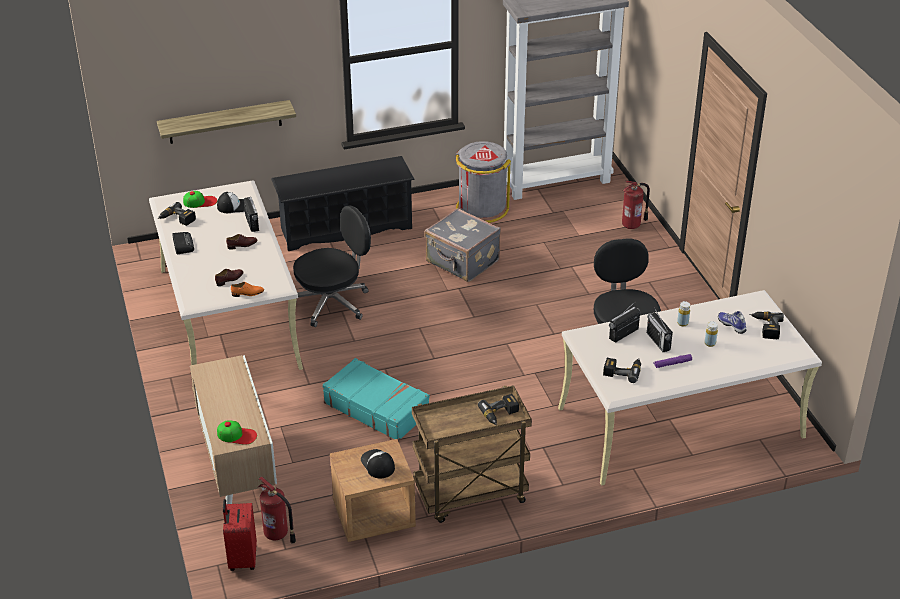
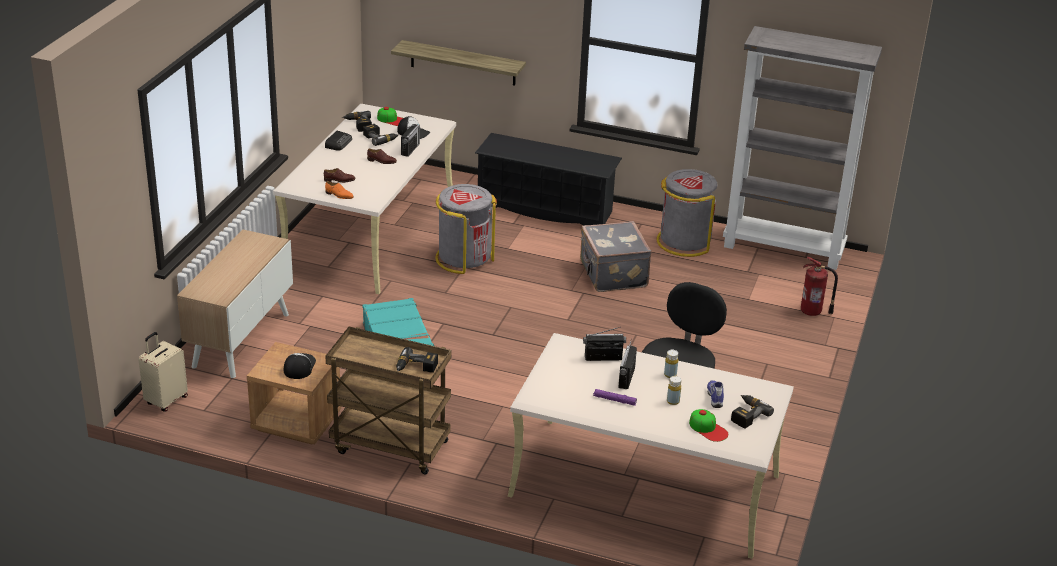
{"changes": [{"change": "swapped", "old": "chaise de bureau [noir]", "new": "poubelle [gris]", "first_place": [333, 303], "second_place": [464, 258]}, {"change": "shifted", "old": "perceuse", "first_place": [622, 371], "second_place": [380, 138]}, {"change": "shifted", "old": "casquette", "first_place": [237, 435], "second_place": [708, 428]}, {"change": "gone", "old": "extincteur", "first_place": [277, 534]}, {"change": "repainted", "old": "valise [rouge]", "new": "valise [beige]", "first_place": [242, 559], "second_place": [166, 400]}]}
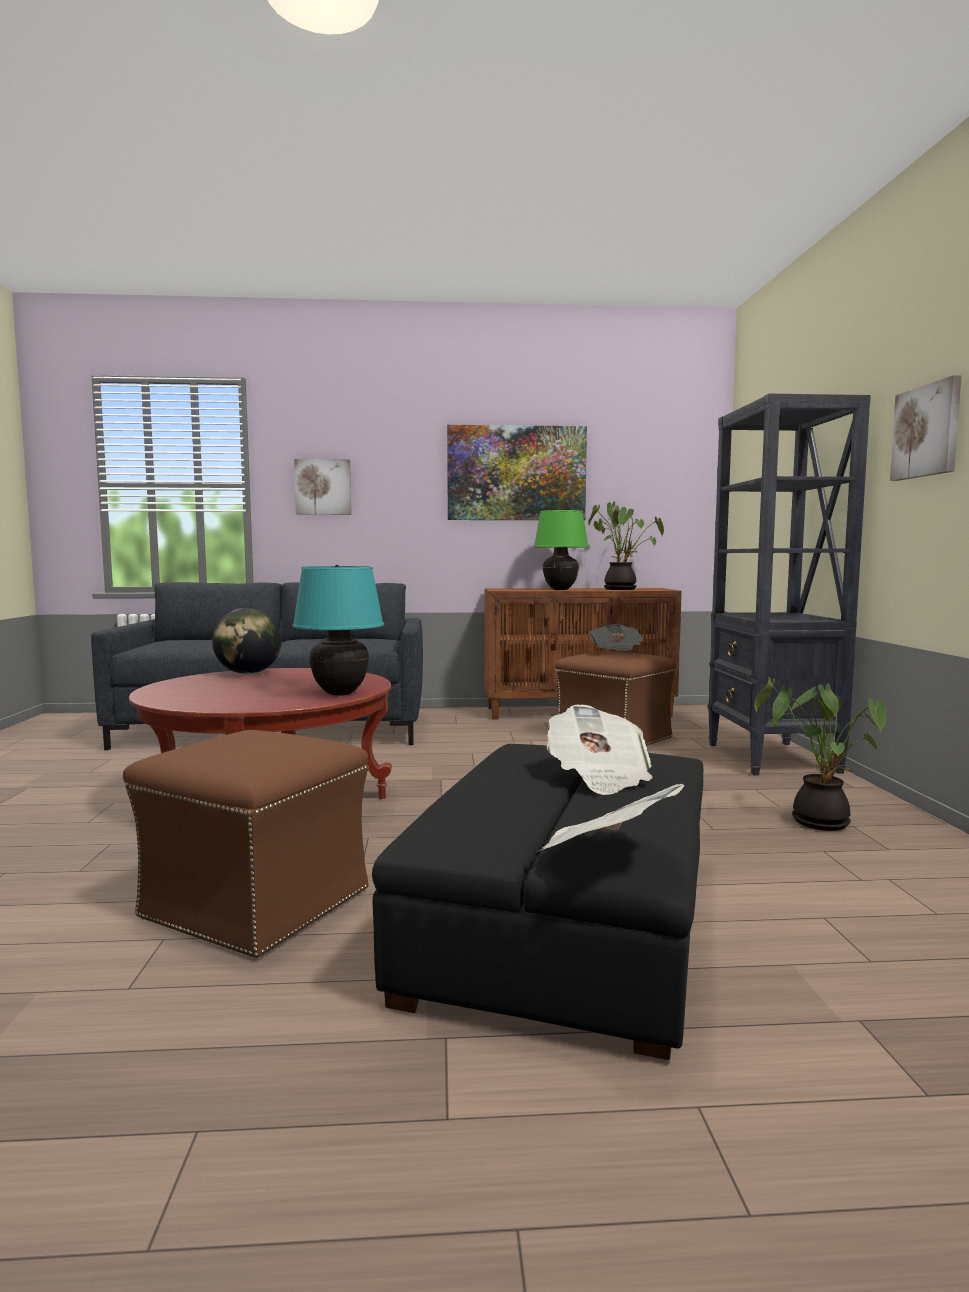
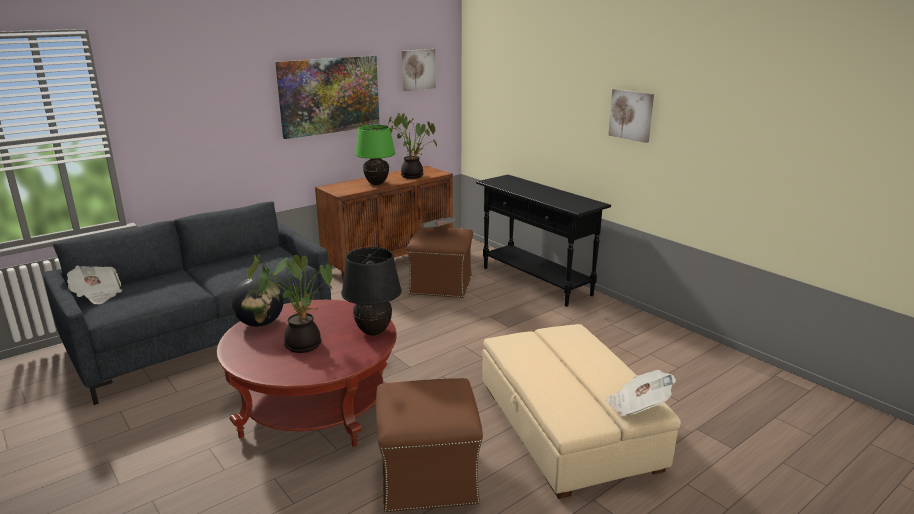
{"changes": [{"change": "swapped", "old": "bibliothèque [noir]", "new": "table console [noir]", "first_place": [772, 758], "second_place": [536, 281]}, {"change": "shifted", "old": "tableau", "first_place": [323, 487], "second_place": [418, 69]}, {"change": "repainted", "old": "lampe de table [turquoise]", "new": "lampe de table [noir]", "first_place": [339, 693], "second_place": [373, 332]}, {"change": "shifted", "old": "plante en pot", "first_place": [819, 821], "second_place": [302, 343]}, {"change": "shifted", "old": "journal", "first_place": [598, 777], "second_place": [97, 295]}, {"change": "repainted", "old": "pouf [noir]", "new": "pouf [beige]", "first_place": [568, 919], "second_place": [568, 425]}]}
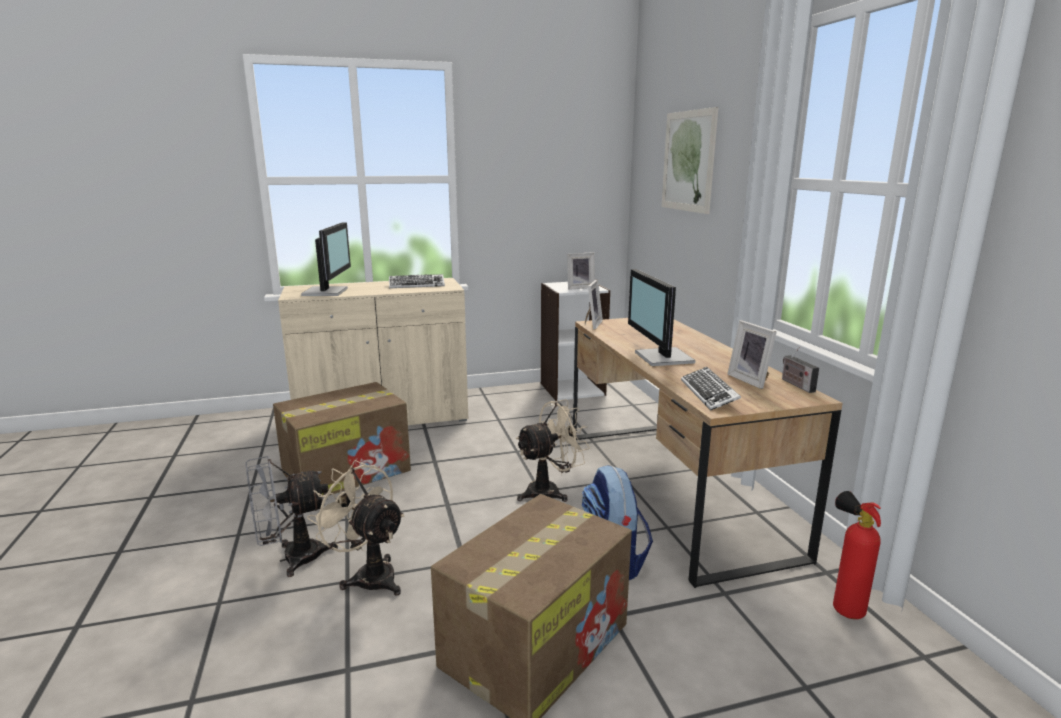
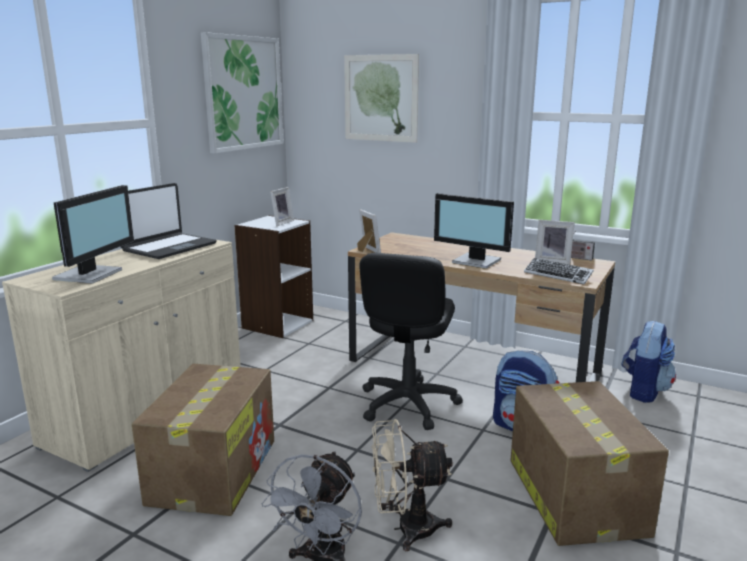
{"changes": [{"change": "rotated", "old": "écran d'ordinateur", "first_place": [327, 292], "second_place": [91, 274], "degrees": 60}, {"change": "swapped", "old": "clavier", "new": "ordinateur portable", "first_place": [416, 285], "second_place": [169, 247]}, {"change": "swapped", "old": "ventilateur [beige]", "new": "chaise de bureau [noir]", "first_place": [550, 491], "second_place": [407, 404]}, {"change": "swapped", "old": "extincteur", "new": "sac à dos", "first_place": [843, 607], "second_place": [644, 391]}, {"change": "new", "new": "tableau", "second_place": [243, 93]}]}
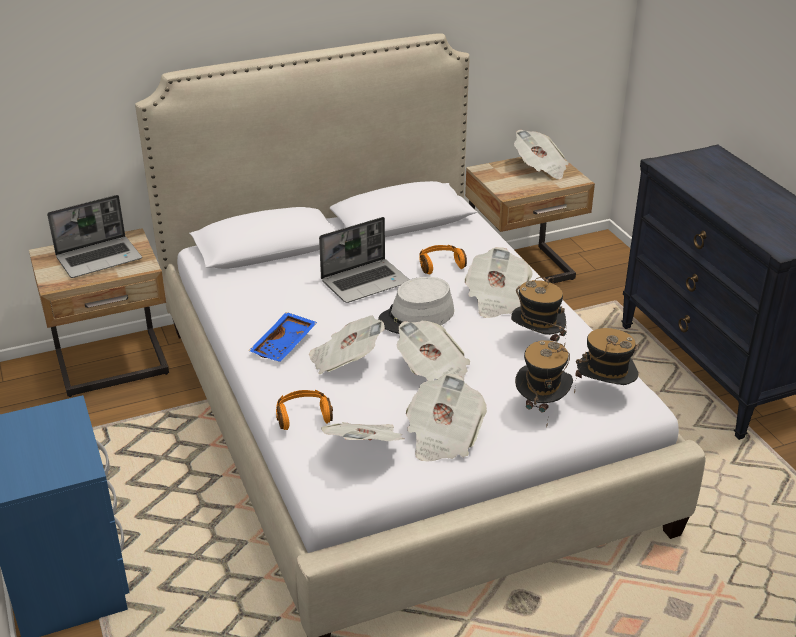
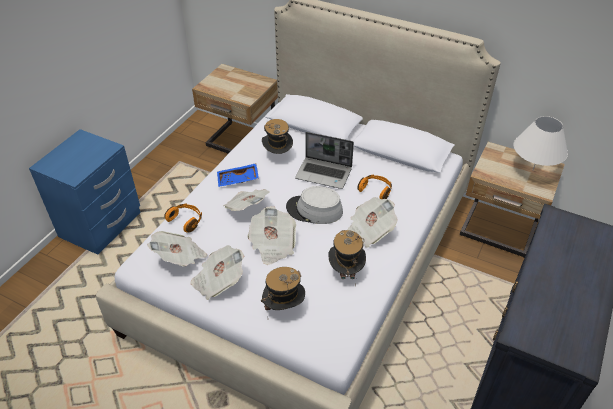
{"changes": [{"change": "swapped", "old": "journal", "new": "lampe de table [blanc]", "first_place": [540, 168], "second_place": [533, 170]}, {"change": "gone", "old": "ordinateur portable", "first_place": [100, 258]}, {"change": "shifted", "old": "chapeau", "first_place": [604, 393], "second_place": [277, 155]}]}
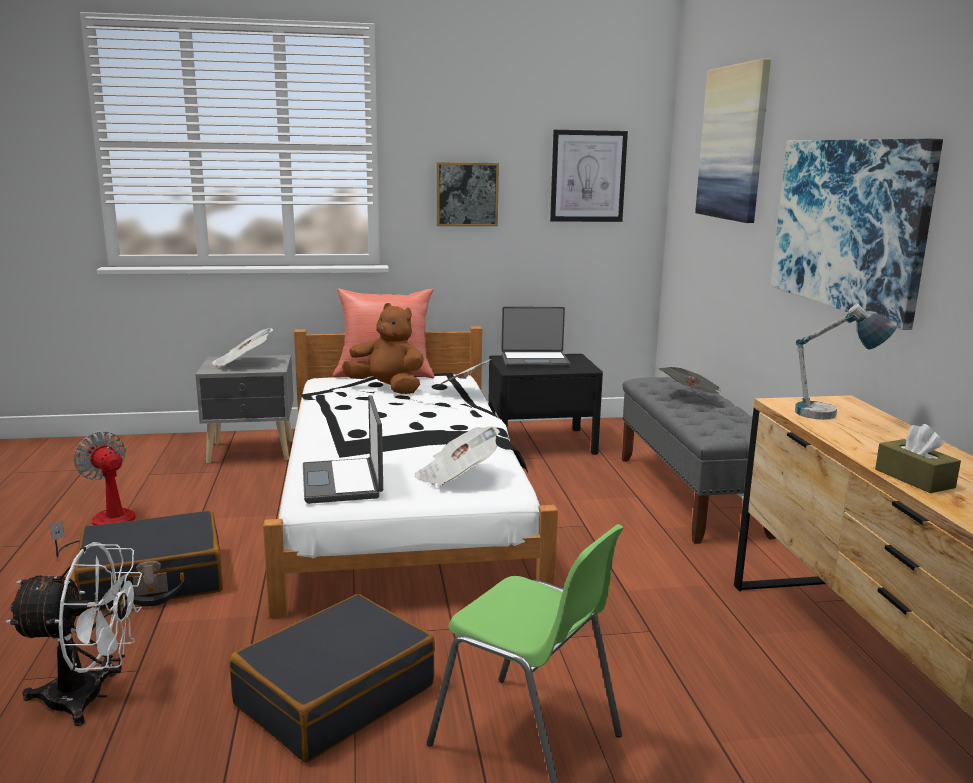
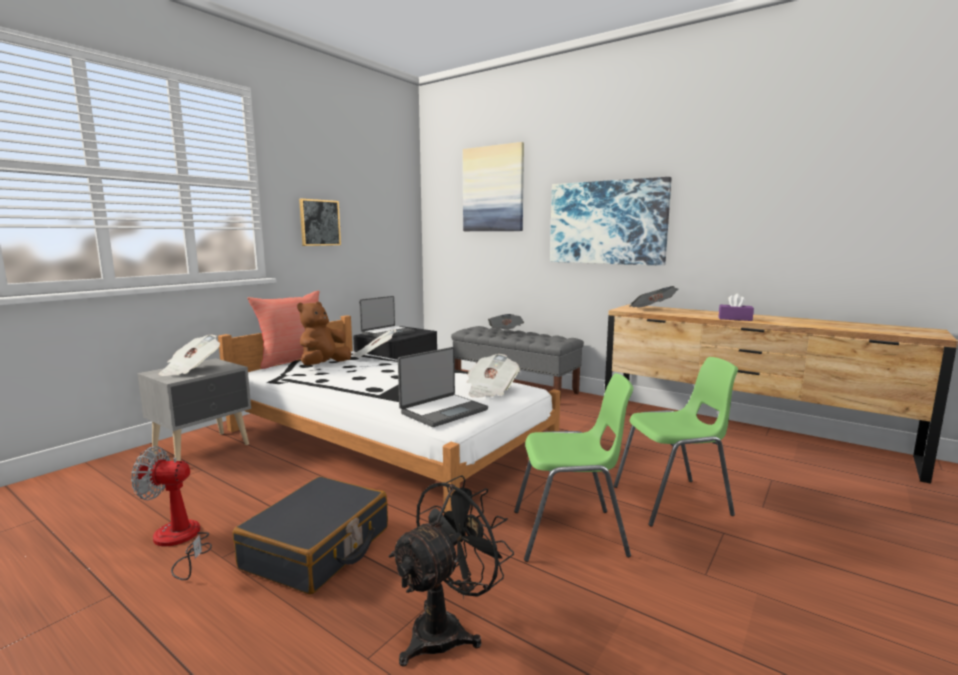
{"changes": [{"change": "gone", "old": "tableau", "first_place": [588, 176]}, {"change": "rotated", "old": "peluche [marron]", "first_place": [387, 389], "second_place": [323, 365], "degrees": -45}, {"change": "swapped", "old": "lampe de table", "new": "journal", "first_place": [832, 417], "second_place": [652, 310]}, {"change": "rotated", "old": "ordinateur portable", "first_place": [344, 482], "second_place": [443, 411], "degrees": -75}, {"change": "repainted", "old": "boîte à mouchoirs [marron]", "new": "boîte à mouchoirs [violet]", "first_place": [914, 478], "second_place": [735, 319]}, {"change": "repainted", "old": "ventilateur [blanc]", "new": "ventilateur [noir]", "first_place": [90, 697], "second_place": [447, 629]}, {"change": "swapped", "old": "valise [noir]", "new": "chaise [vert]", "first_place": [335, 695], "second_place": [570, 534]}]}
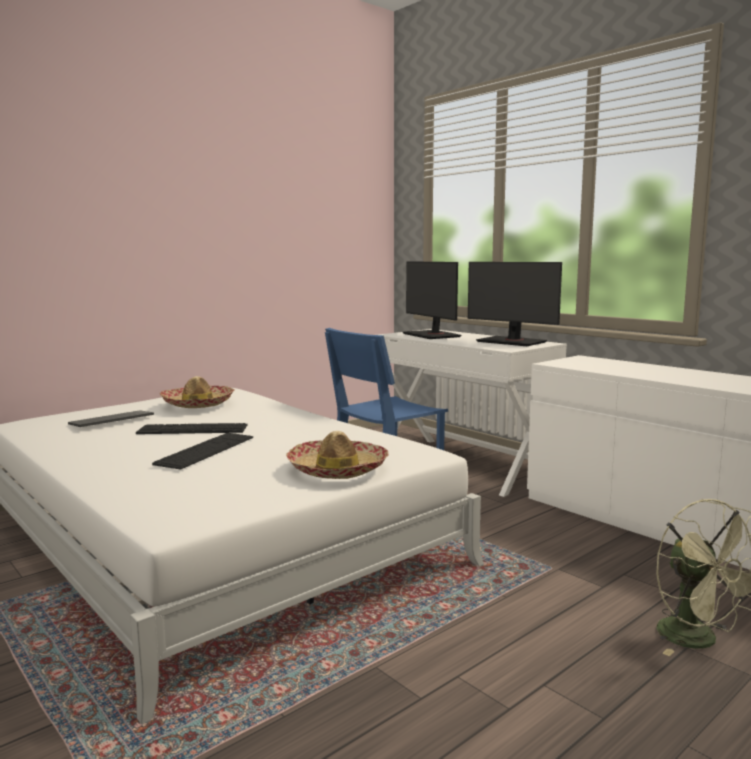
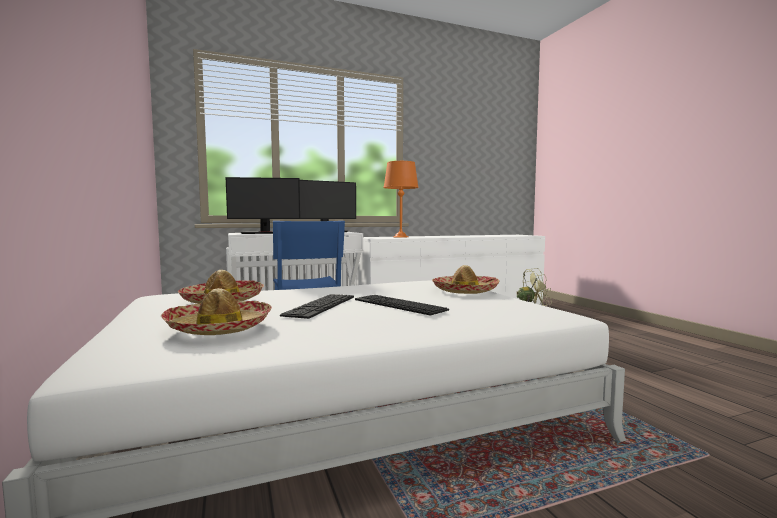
{"changes": [{"change": "swapped", "old": "clavier", "new": "chapeau", "first_place": [111, 421], "second_place": [219, 327]}, {"change": "new", "new": "lampe de table [orange]", "second_place": [401, 237]}]}
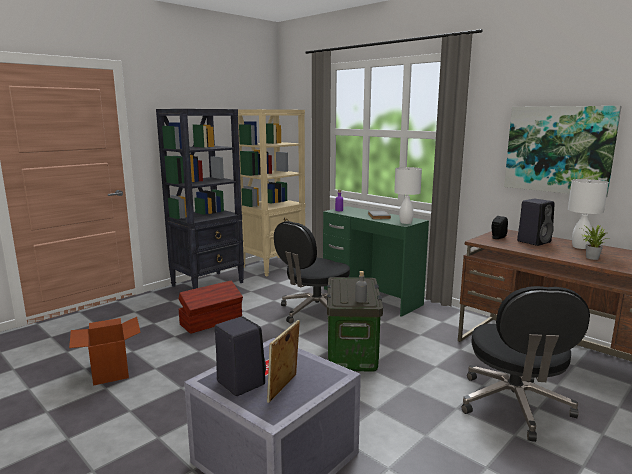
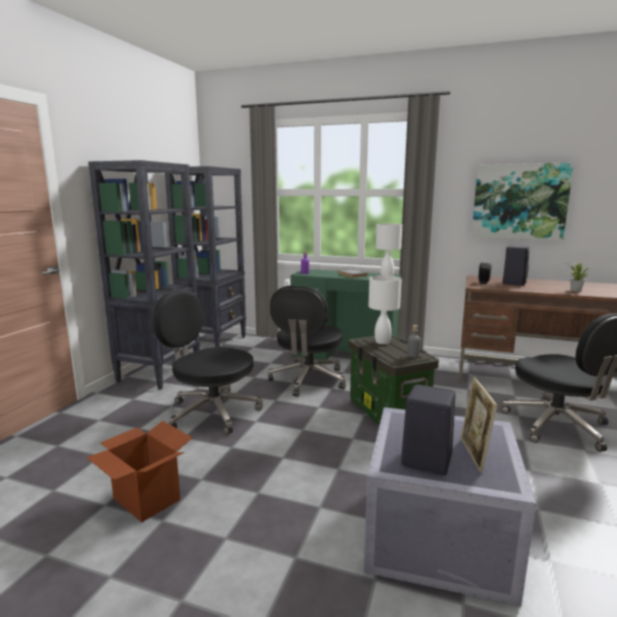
{"changes": [{"change": "repainted", "old": "bibliothèque [beige]", "new": "bibliothèque [noir]", "first_place": [273, 266], "second_place": [214, 342]}, {"change": "shifted", "old": "lampe de table [blanc]", "first_place": [580, 247], "second_place": [382, 342]}, {"change": "swapped", "old": "boîte de rangement [marron]", "new": "chaise de bureau [noir]", "first_place": [212, 321], "second_place": [211, 412]}]}
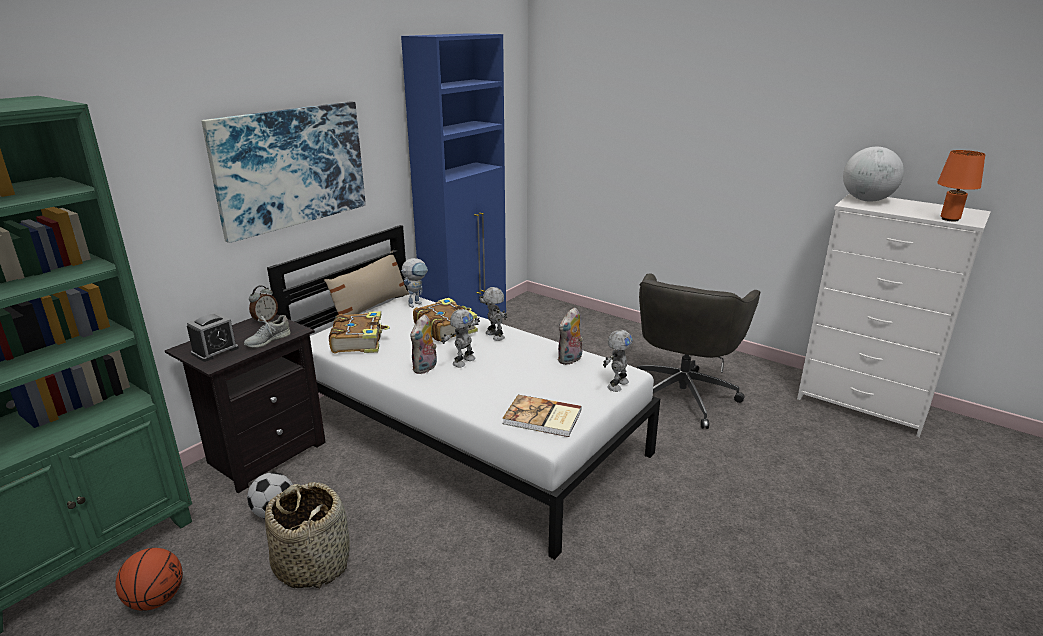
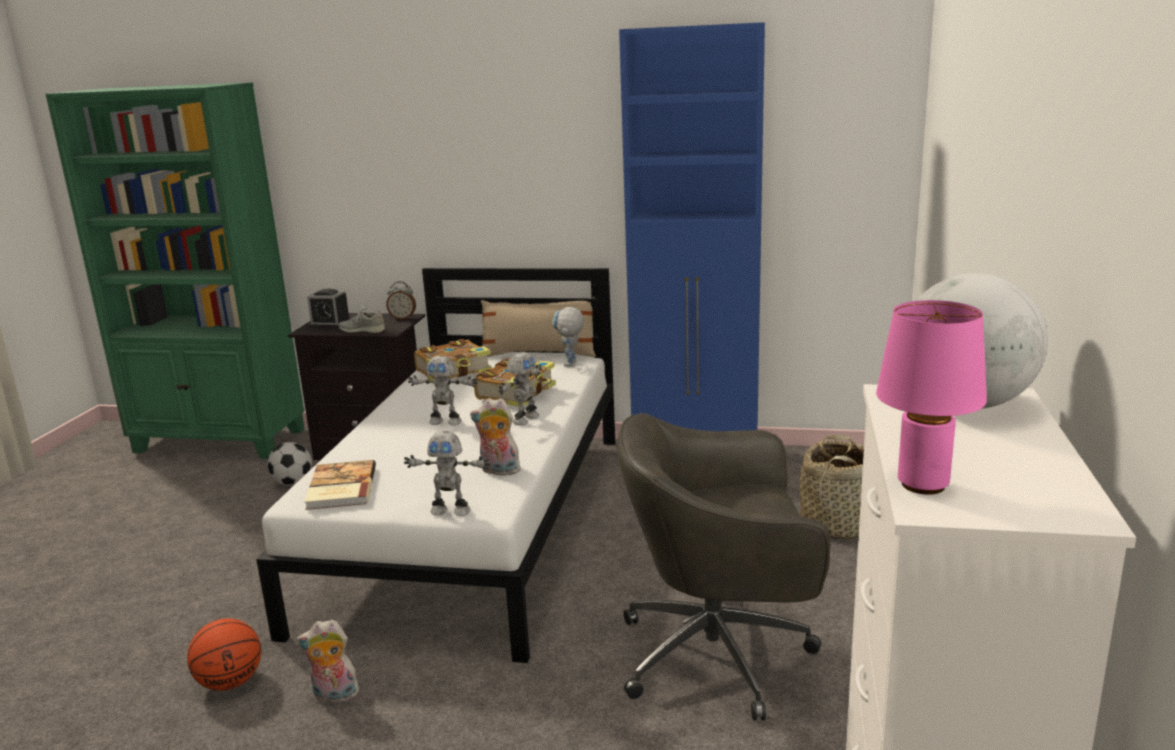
{"changes": [{"change": "gone", "old": "tableau", "first_place": [291, 167]}, {"change": "repainted", "old": "lampe de table [orange]", "new": "lampe de table [rose]", "first_place": [949, 219], "second_place": [921, 485]}, {"change": "rotated", "old": "robot jouet", "first_place": [417, 303], "second_place": [570, 365], "degrees": 90}, {"change": "shifted", "old": "peluche", "first_place": [425, 368], "second_place": [334, 696]}, {"change": "shifted", "old": "panier", "first_place": [313, 564], "second_place": [838, 523]}, {"change": "shifted", "old": "ballon de basket", "first_place": [156, 600], "second_place": [230, 682]}]}
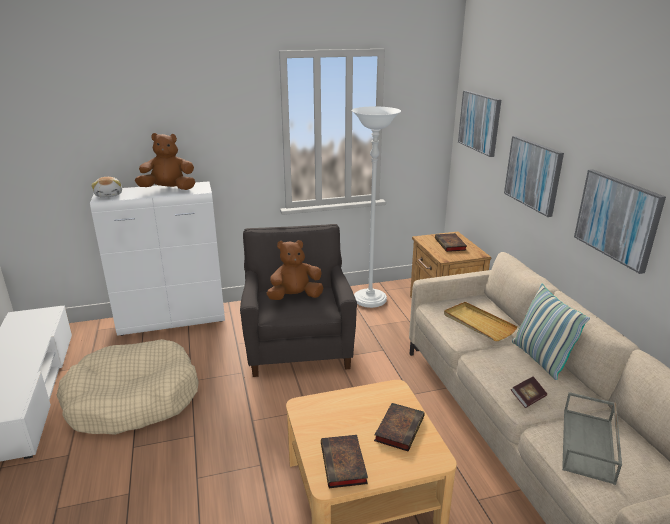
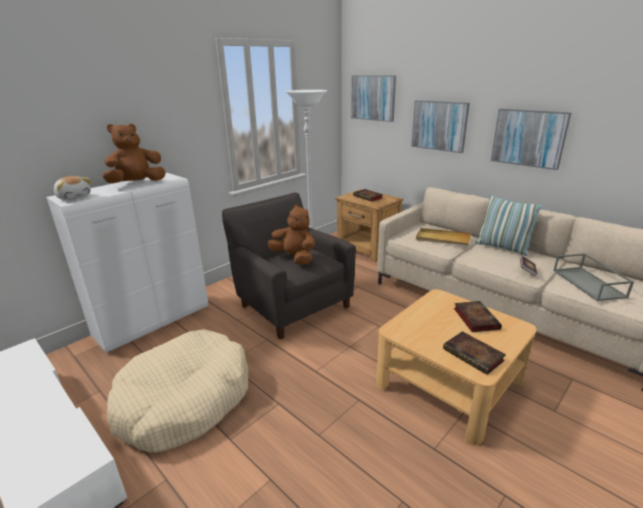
{"changes": [{"change": "rotated", "old": "peluche [marron]", "first_place": [295, 297], "second_place": [294, 258], "degrees": 90}]}
